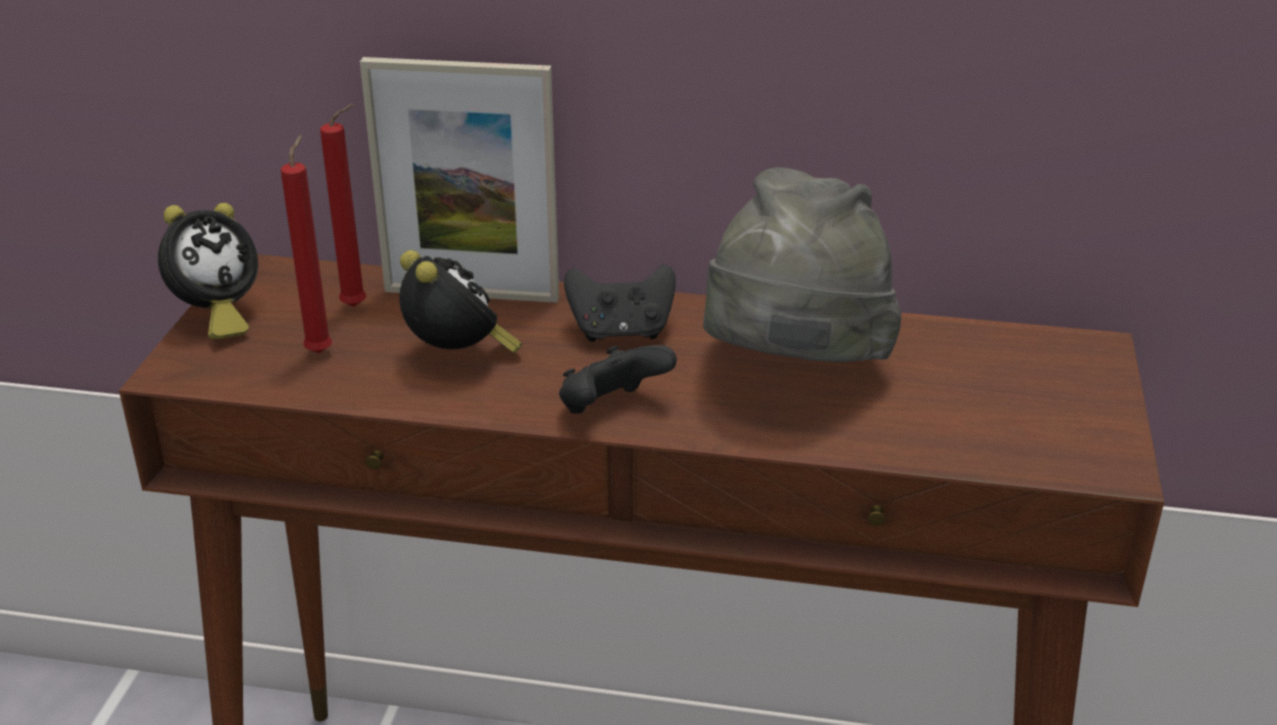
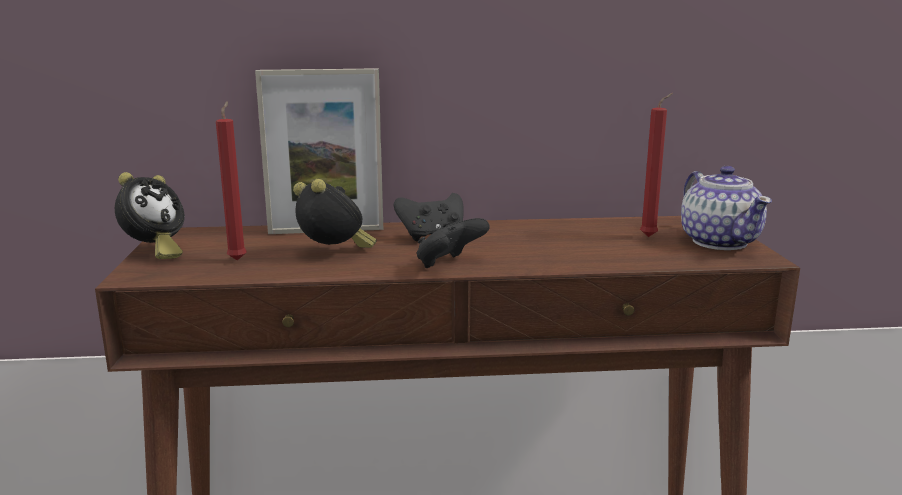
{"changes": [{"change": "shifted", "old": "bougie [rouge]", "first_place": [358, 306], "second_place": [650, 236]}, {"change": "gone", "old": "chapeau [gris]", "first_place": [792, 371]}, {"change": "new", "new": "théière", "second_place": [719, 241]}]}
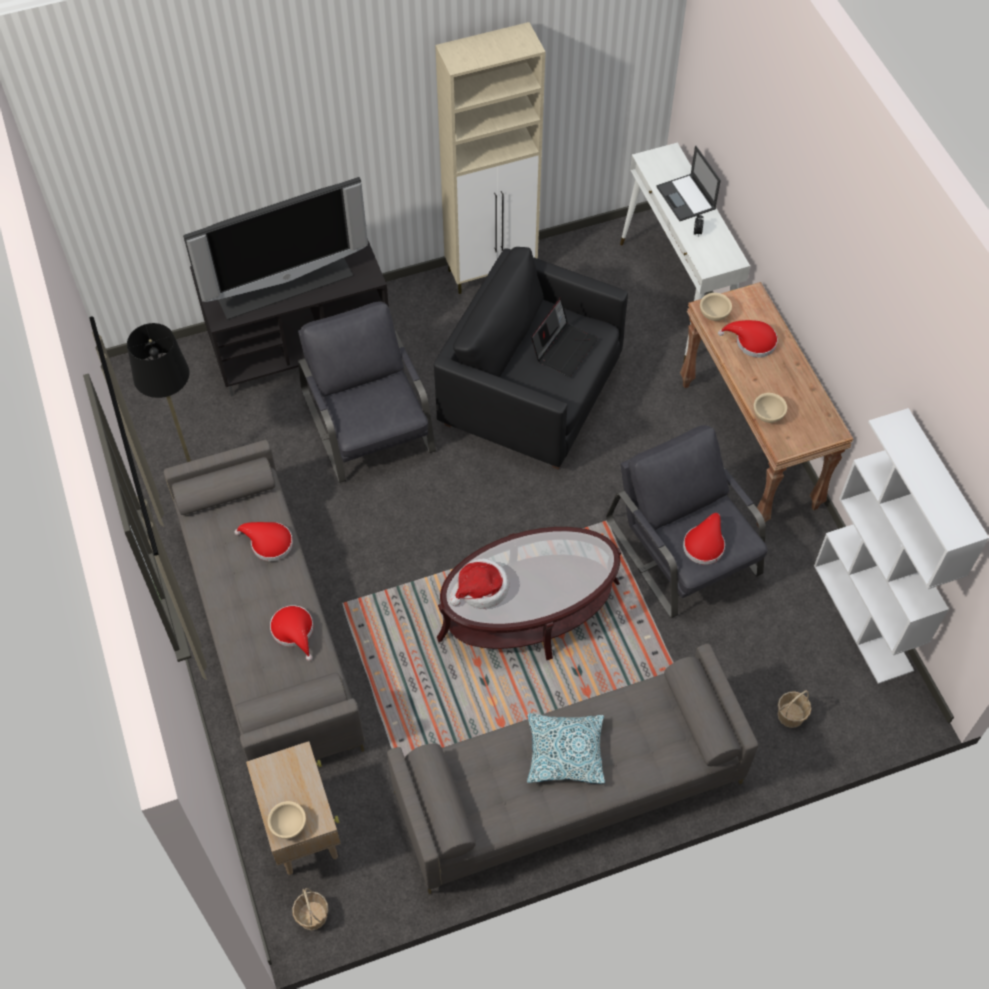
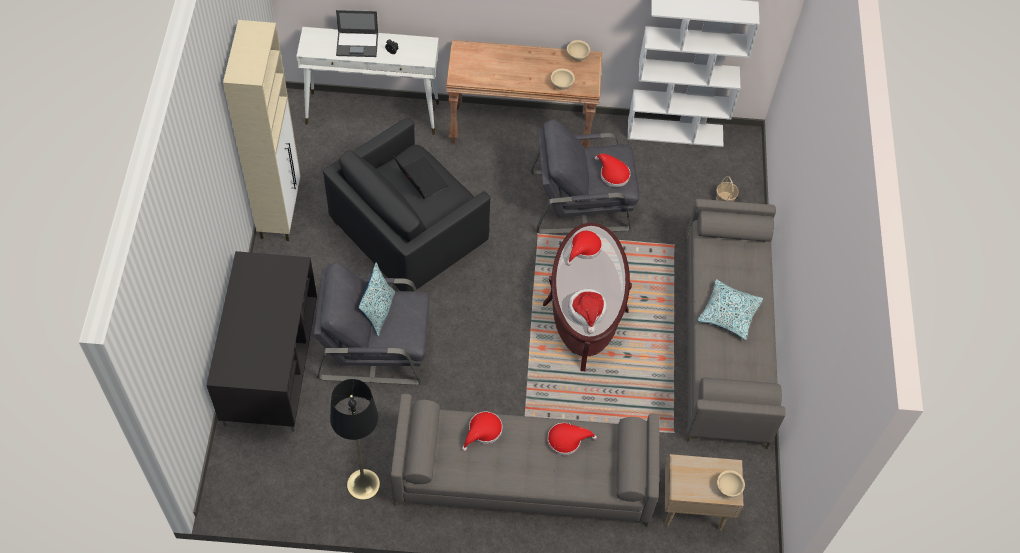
{"changes": [{"change": "gone", "old": "téléviseur", "first_place": [283, 282]}, {"change": "shifted", "old": "bol [beige]", "first_place": [714, 314], "second_place": [577, 56]}, {"change": "shifted", "old": "chapeau [rouge]", "first_place": [752, 342], "second_place": [584, 248]}, {"change": "gone", "old": "panier", "first_place": [312, 916]}, {"change": "new", "new": "coussin", "second_place": [378, 312]}]}
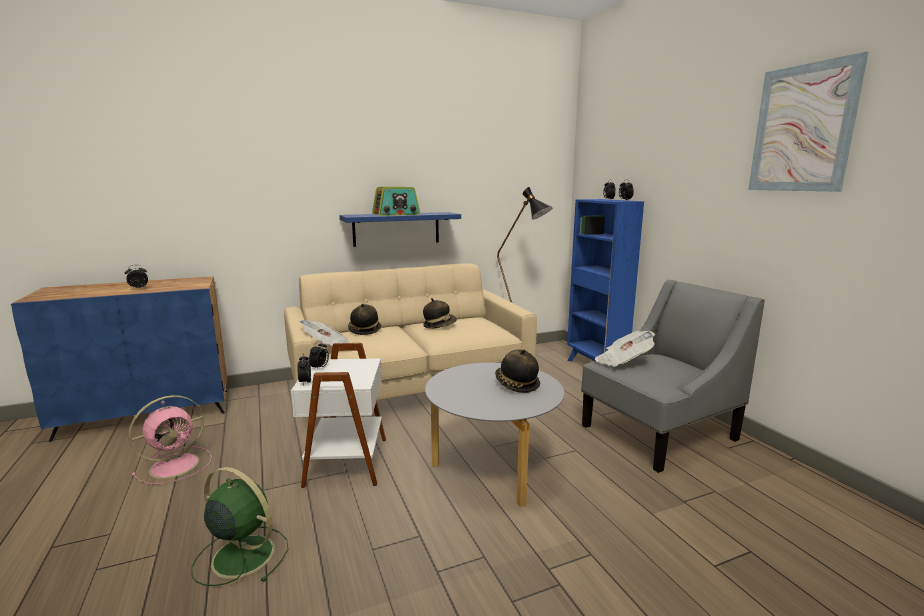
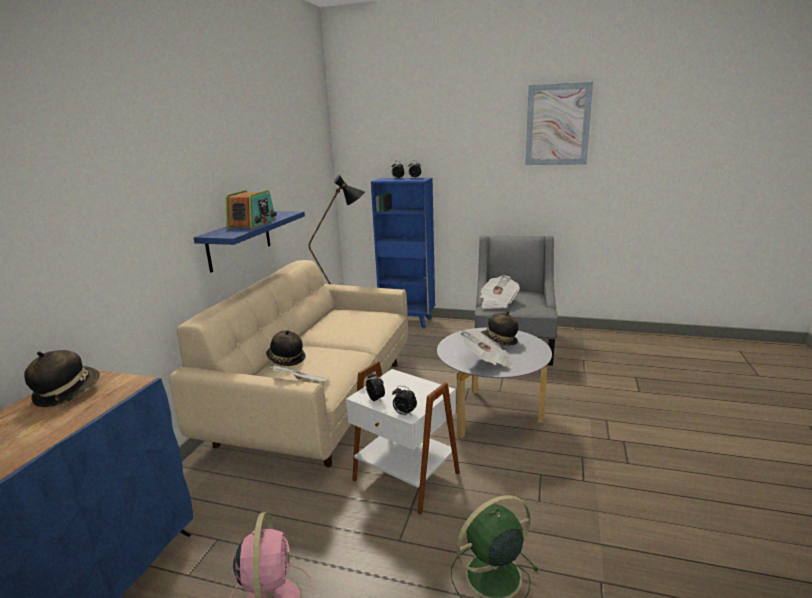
{"changes": [{"change": "gone", "old": "réveil", "first_place": [138, 289]}, {"change": "shifted", "old": "chapeau", "first_place": [439, 325], "second_place": [67, 393]}, {"change": "new", "new": "journal", "second_place": [487, 362]}]}
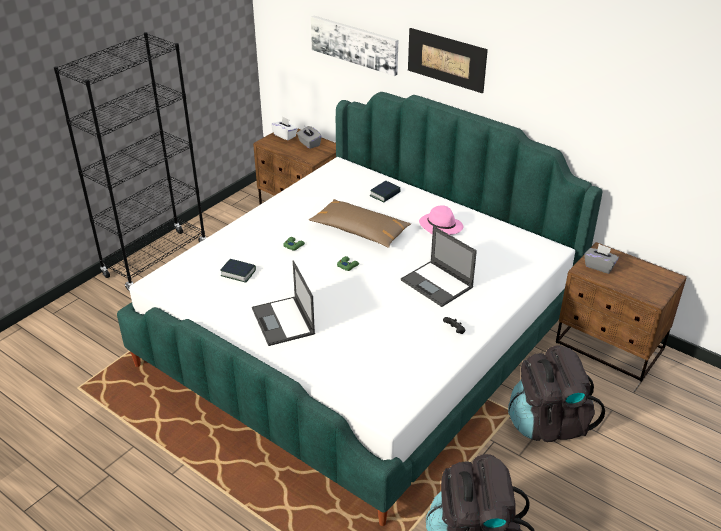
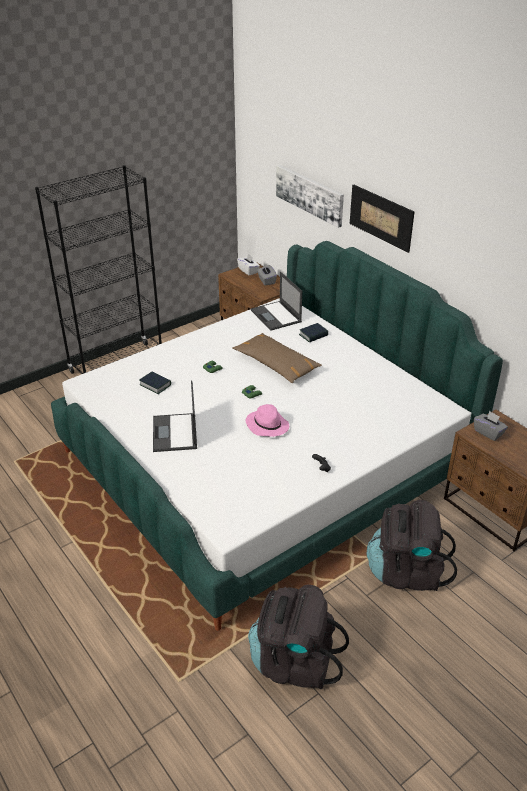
{"changes": [{"change": "shifted", "old": "chapeau [rose]", "first_place": [440, 226], "second_place": [267, 425]}, {"change": "shifted", "old": "ordinateur portable", "first_place": [437, 284], "second_place": [276, 316]}]}
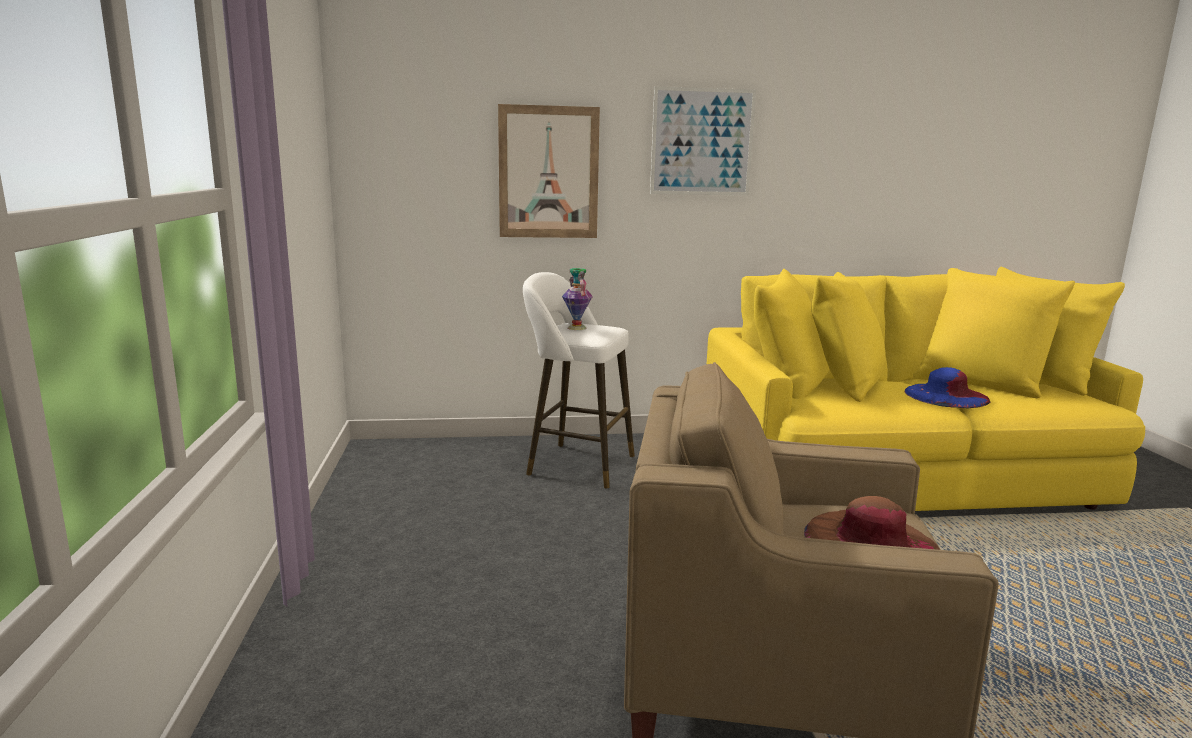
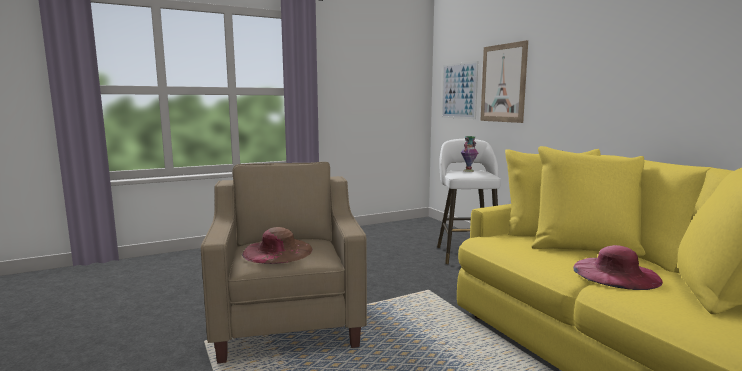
{"changes": [{"change": "shifted", "old": "tableau", "first_place": [702, 142], "second_place": [459, 91]}, {"change": "repainted", "old": "chapeau [bleu]", "new": "chapeau [rose]", "first_place": [946, 395], "second_place": [616, 273]}]}
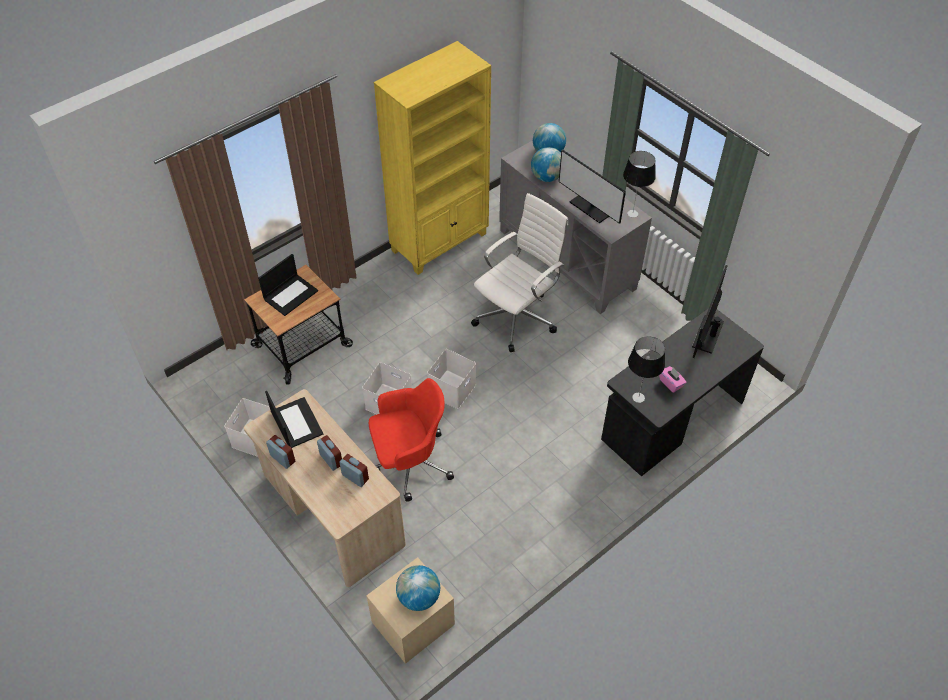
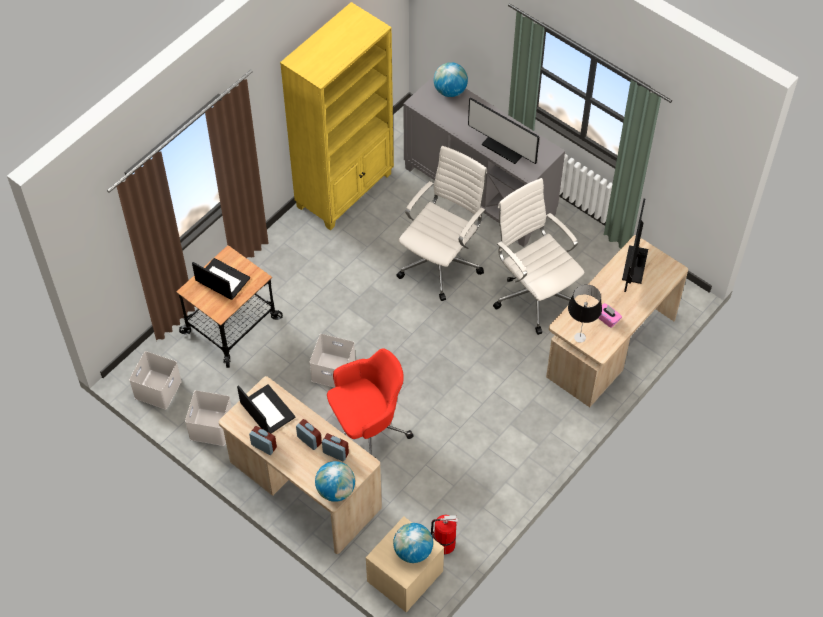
{"changes": [{"change": "shifted", "old": "globe", "first_place": [547, 177], "second_place": [336, 490]}, {"change": "gone", "old": "lampe de table", "first_place": [633, 214]}, {"change": "rotated", "old": "ordinateur portable", "first_place": [291, 294], "second_place": [222, 279], "degrees": -90}, {"change": "repainted", "old": "bureau [noir]", "new": "bureau [beige]", "first_place": [671, 420], "second_place": [610, 347]}, {"change": "shifted", "old": "boîte de rangement [blanc]", "first_place": [452, 388], "second_place": [157, 388]}, {"change": "new", "new": "chaise de bureau [blanc]", "second_place": [535, 293]}, {"change": "new", "new": "extincteur", "second_place": [443, 544]}]}
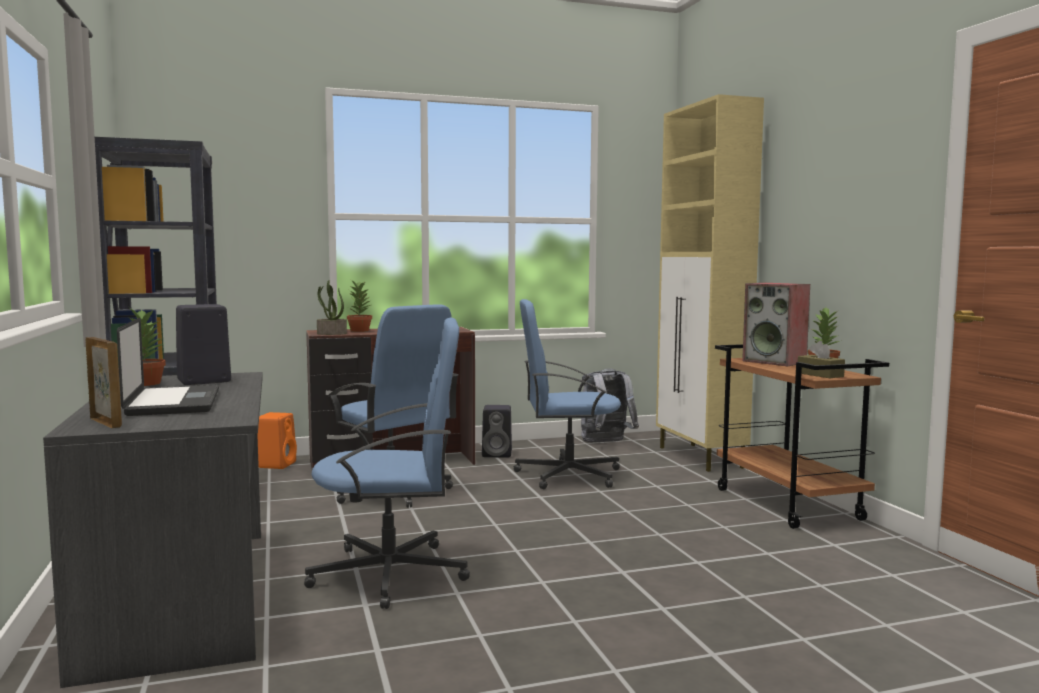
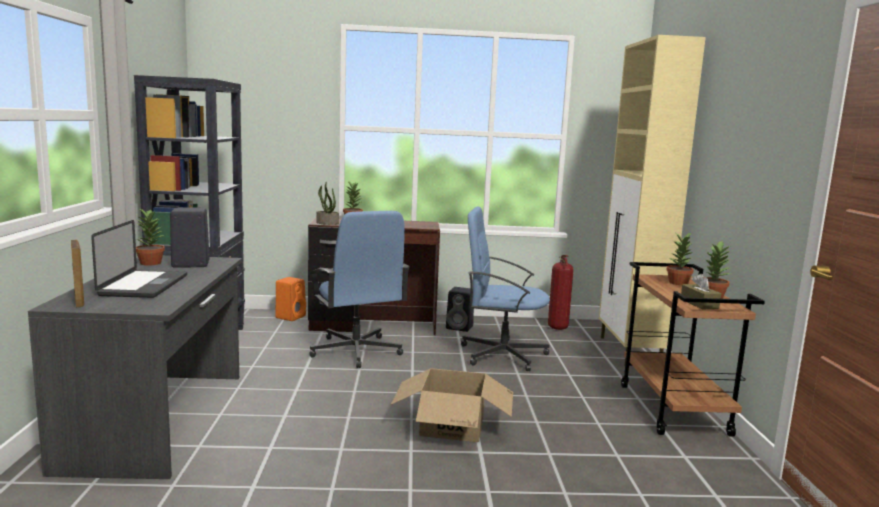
{"changes": [{"change": "swapped", "old": "enceinte", "new": "plante en pot", "first_place": [775, 362], "second_place": [678, 283]}, {"change": "gone", "old": "chaise de bureau [bleu]", "first_place": [392, 574]}, {"change": "swapped", "old": "sac à dos [gris]", "new": "extincteur", "first_place": [605, 443], "second_place": [556, 327]}, {"change": "new", "new": "carton", "second_place": [453, 425]}]}
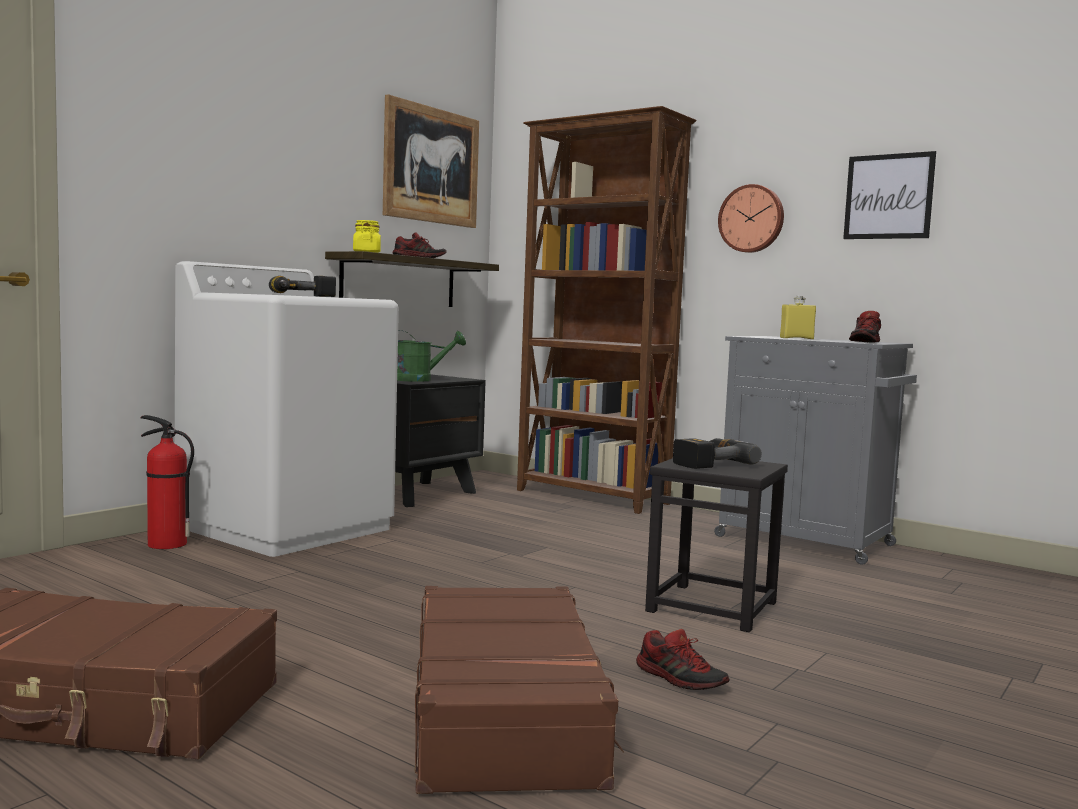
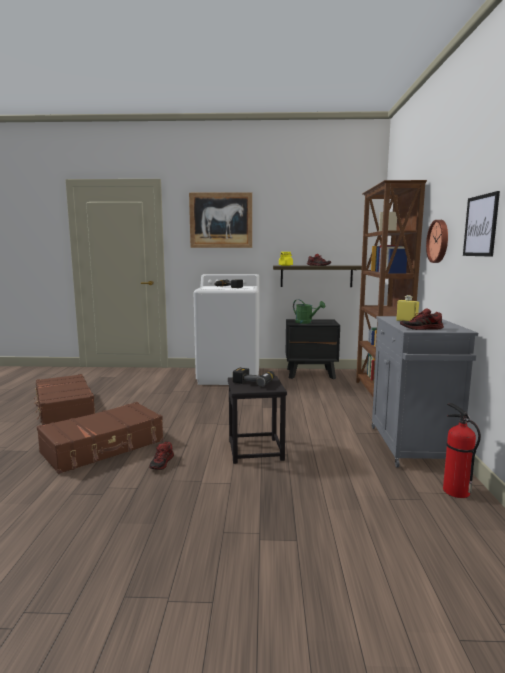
{"changes": [{"change": "shifted", "old": "tableau", "first_place": [431, 165], "second_place": [221, 220]}, {"change": "shifted", "old": "extincteur", "first_place": [165, 544], "second_place": [455, 491]}]}
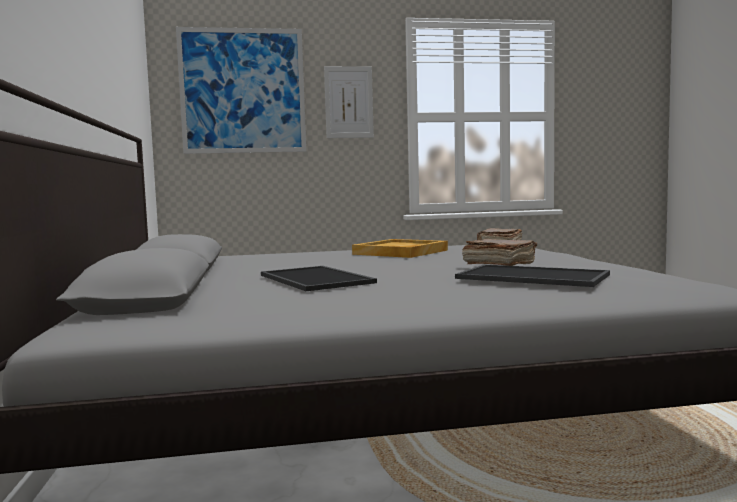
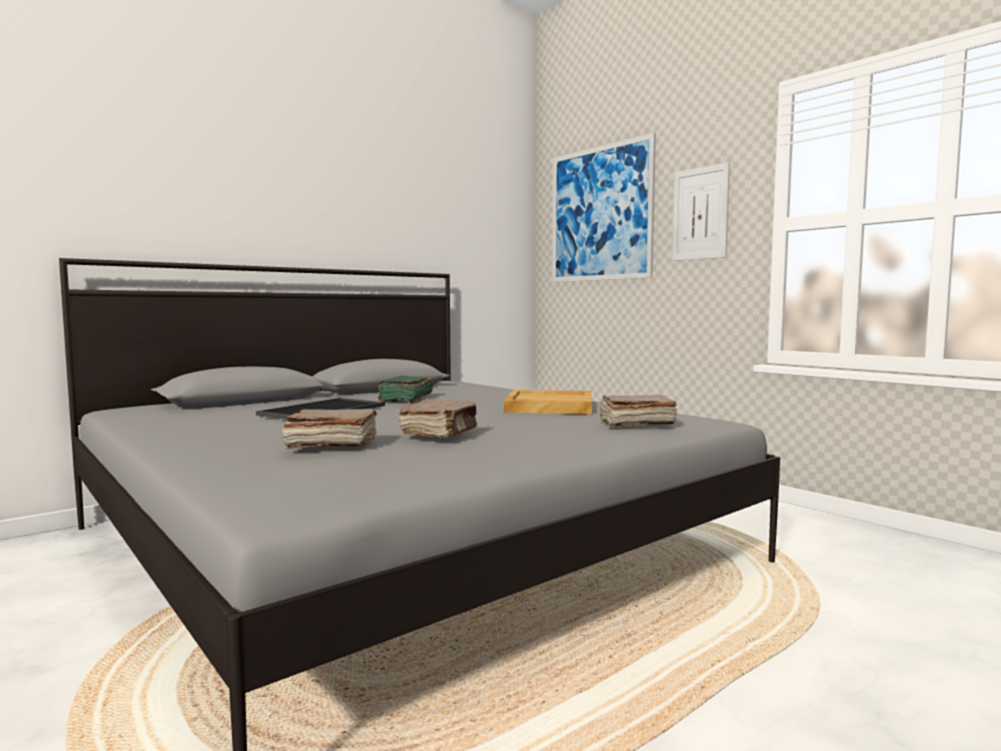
{"changes": [{"change": "swapped", "old": "plateau", "new": "livre [marron]", "first_place": [530, 277], "second_place": [330, 444]}, {"change": "new", "new": "livre [vert]", "second_place": [405, 399]}]}
